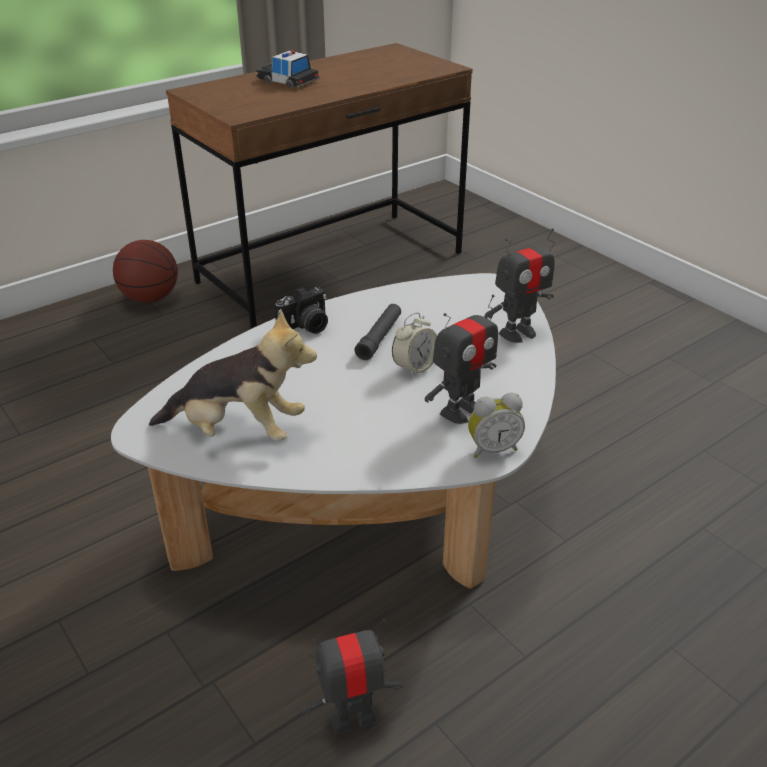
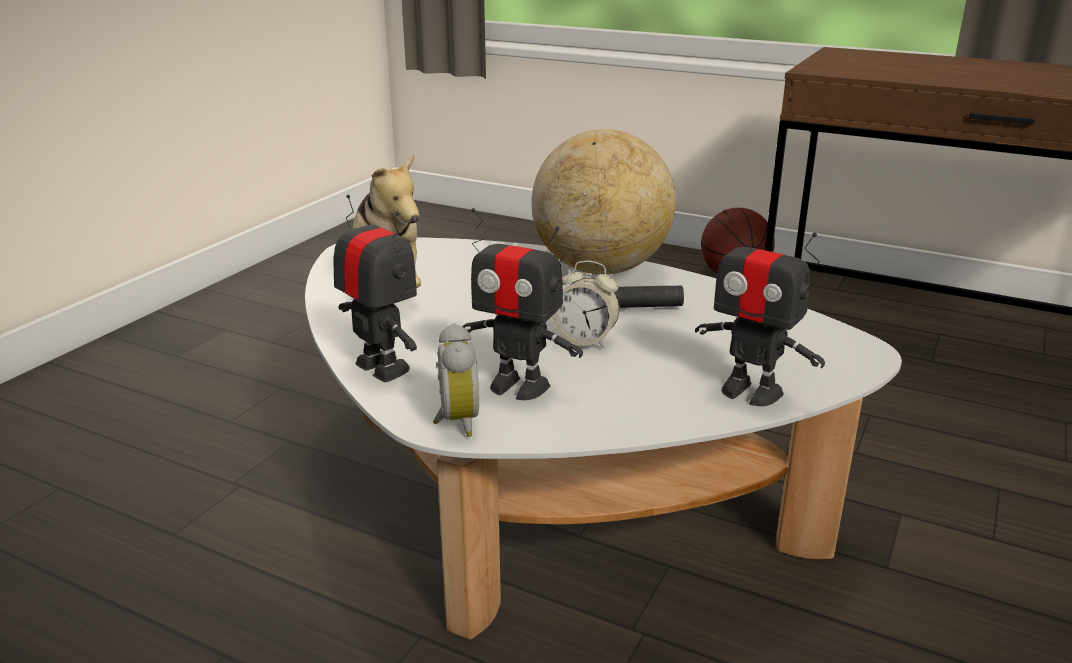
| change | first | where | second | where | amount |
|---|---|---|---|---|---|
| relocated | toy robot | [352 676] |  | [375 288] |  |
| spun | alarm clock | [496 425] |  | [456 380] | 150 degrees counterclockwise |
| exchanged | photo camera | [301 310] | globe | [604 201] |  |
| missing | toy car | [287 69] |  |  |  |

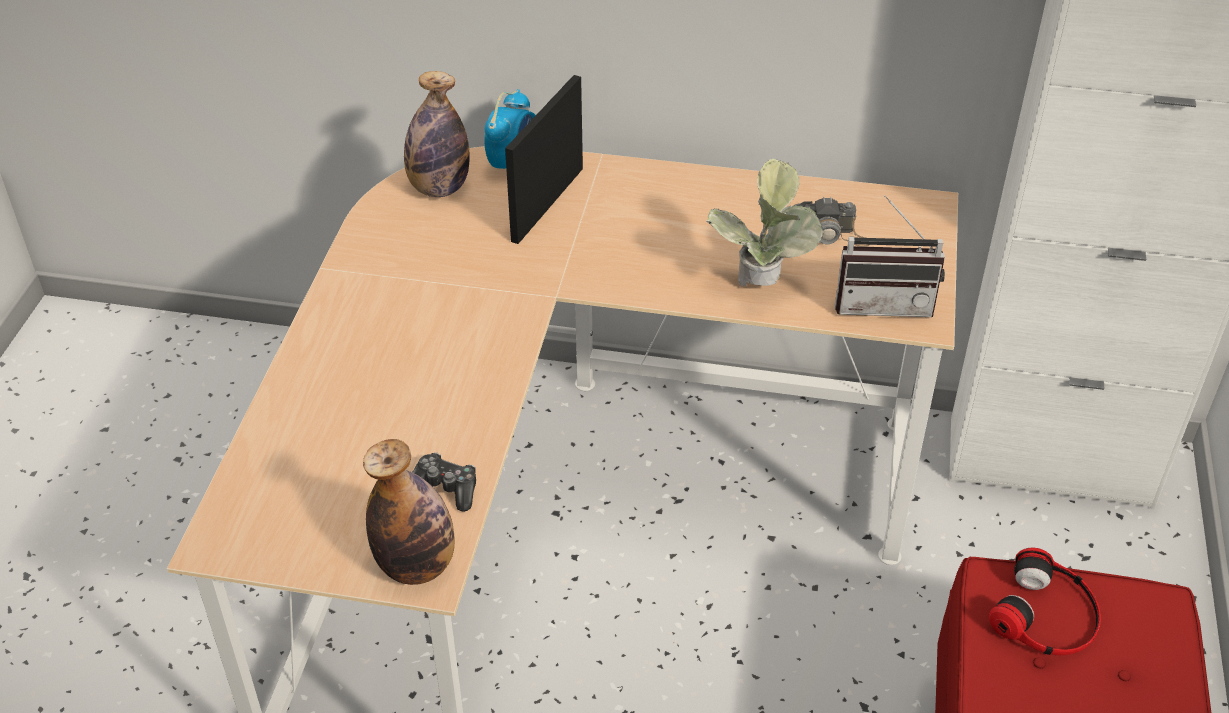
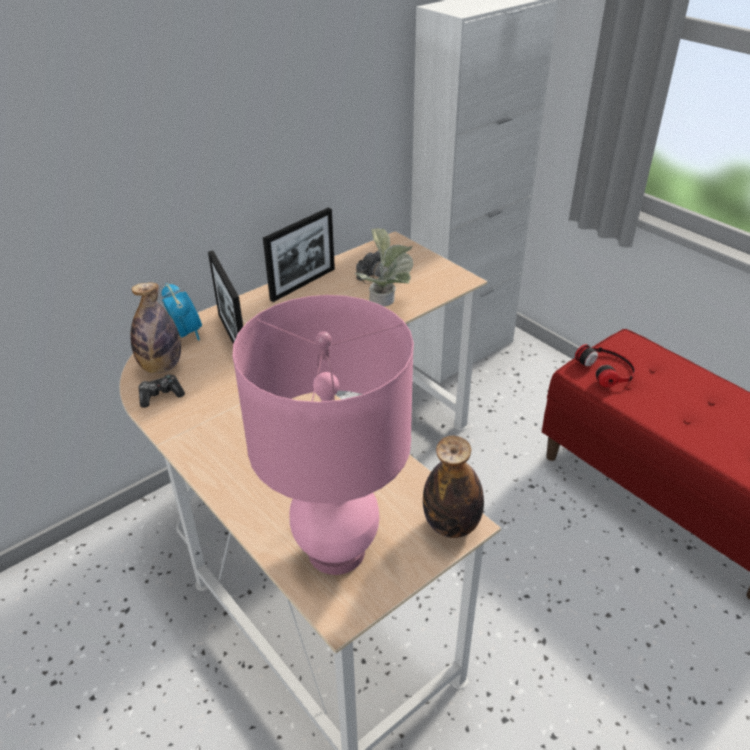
| change | first | where | second | where | amount |
|---|---|---|---|---|---|
| relocated | game controller | [444 482] |  | [161 391] |  |
| appeared |  |  | pink table lamp | [323 435] |  |
| appeared |  |  | picture frame | [299 255] |  |
| missing | radio | [890 256] |  |  |  |

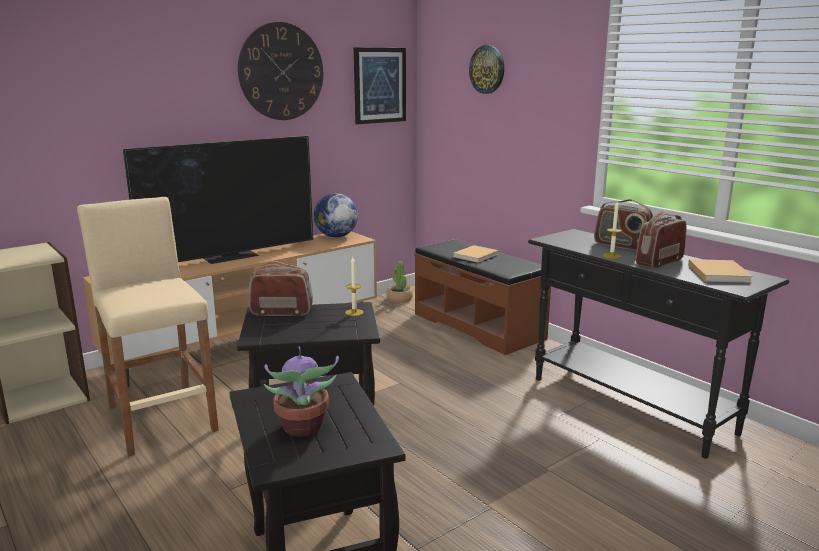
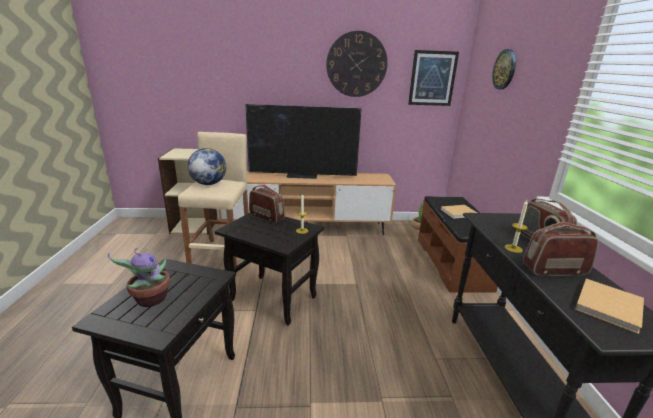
| change | first | where | second | where | amount |
|---|---|---|---|---|---|
| relocated | globe | [336 215] |  | [207 166] |  |

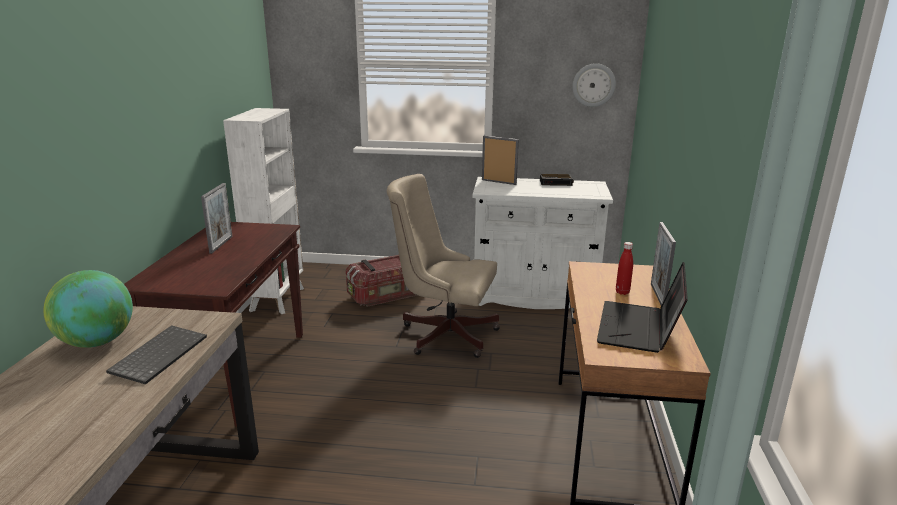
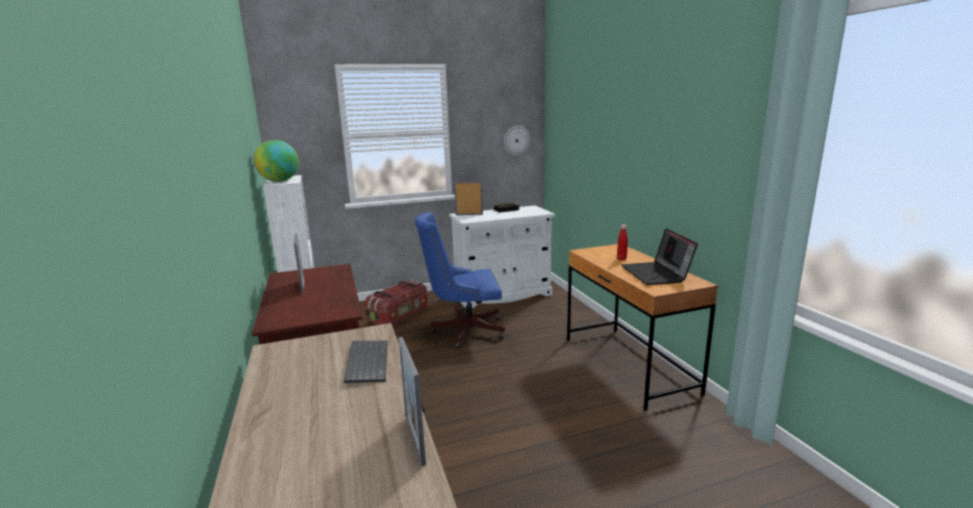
| change | first | where | second | where | amount |
|---|---|---|---|---|---|
| relocated | globe | [88 309] |  | [276 161] |  |
| relocated | picture frame | [663 264] |  | [412 401] |  |
| colour | beige office chair | [443 266] | blue office chair | [460 280] |  |

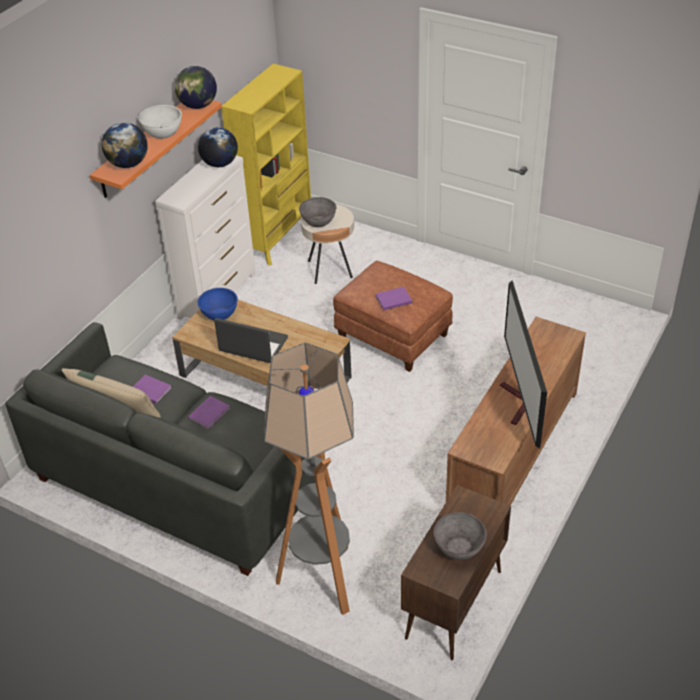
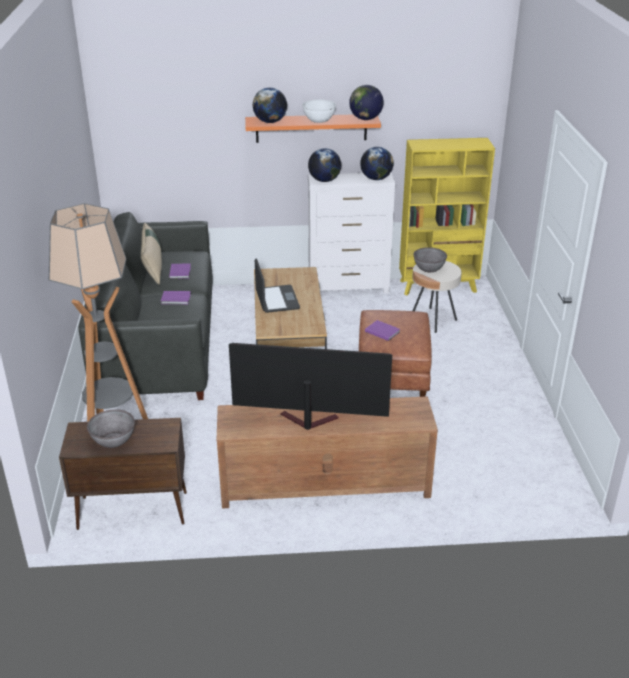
| change | first | where | second | where | amount |
|---|---|---|---|---|---|
| spun | television | [523 364] |  | [310 386] | 45 degrees clockwise |
| appeared |  |  | globe | [324 165] |  |
| missing | blue bowl | [217 304] |  |  |  |

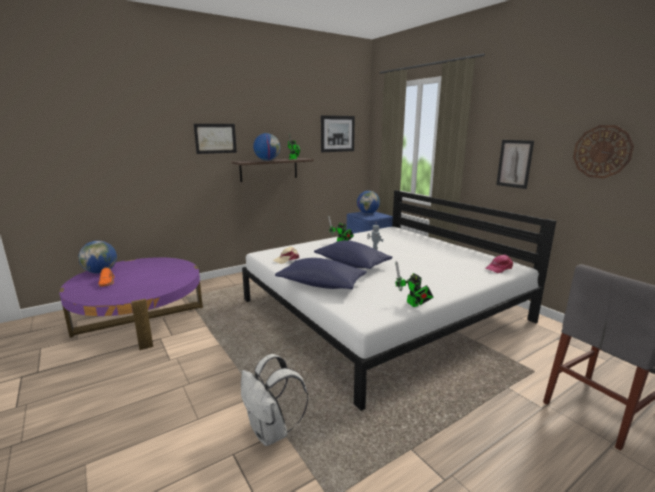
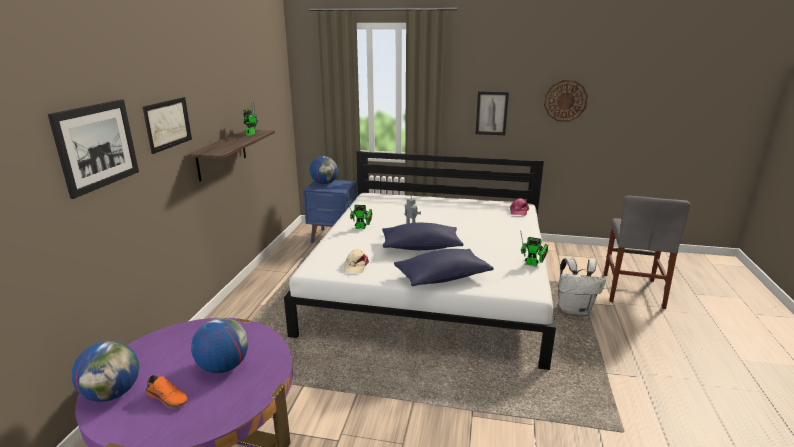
| change | first | where | second | where | amount |
|---|---|---|---|---|---|
| relocated | picture | [338 133] |  | [93 149] |  |
| relocated | globe | [266 147] |  | [219 345] |  |
| relocated | white backpack | [274 400] |  | [582 286] |  |

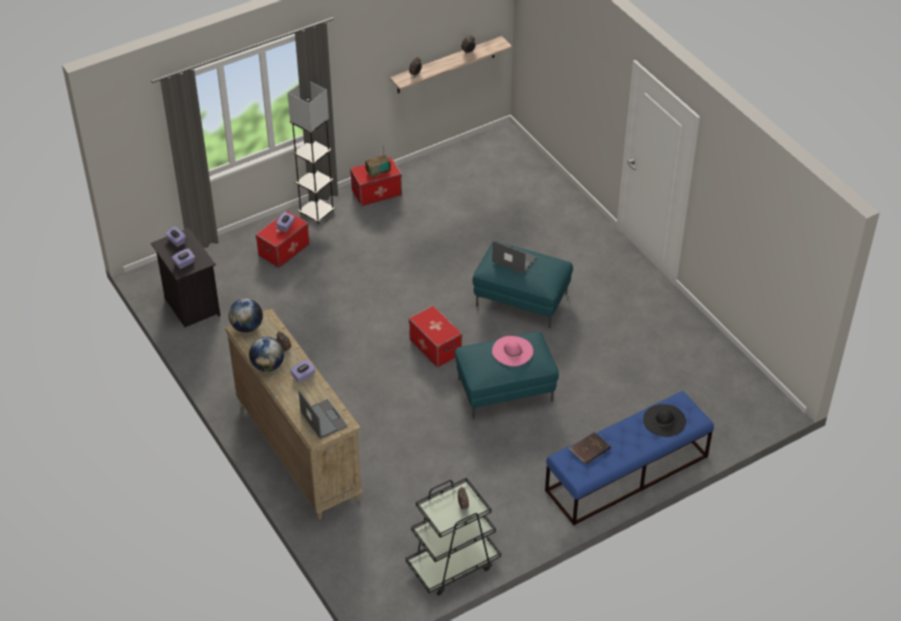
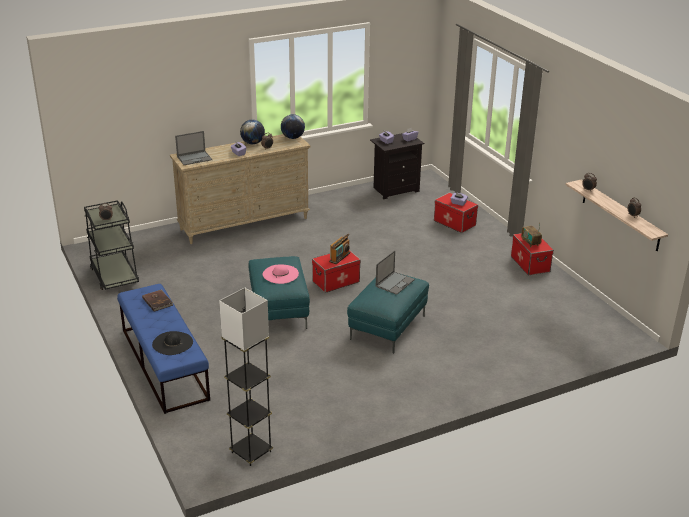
| change | first | where | second | where | amount |
|---|---|---|---|---|---|
| relocated | grey floor lamp | [311 152] |  | [246 376] |  |
| appeared |  |  | radio | [340 249] |  |

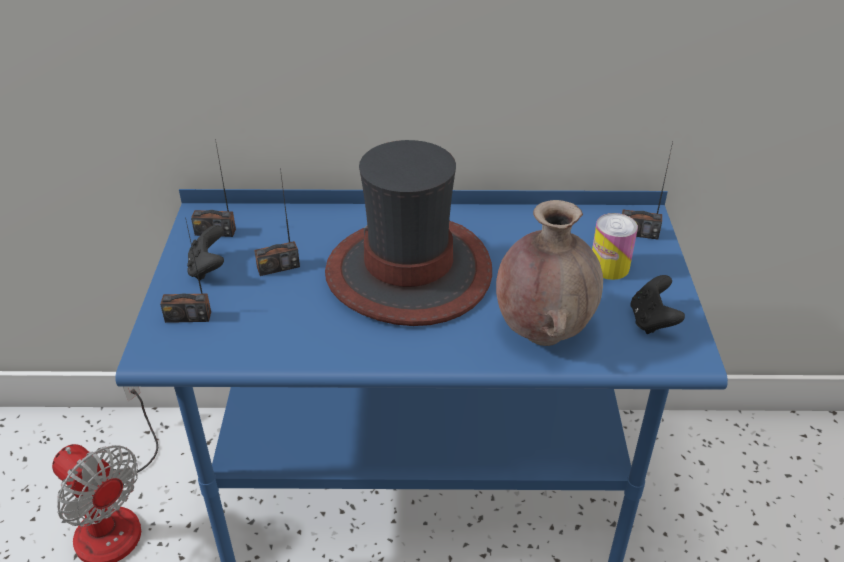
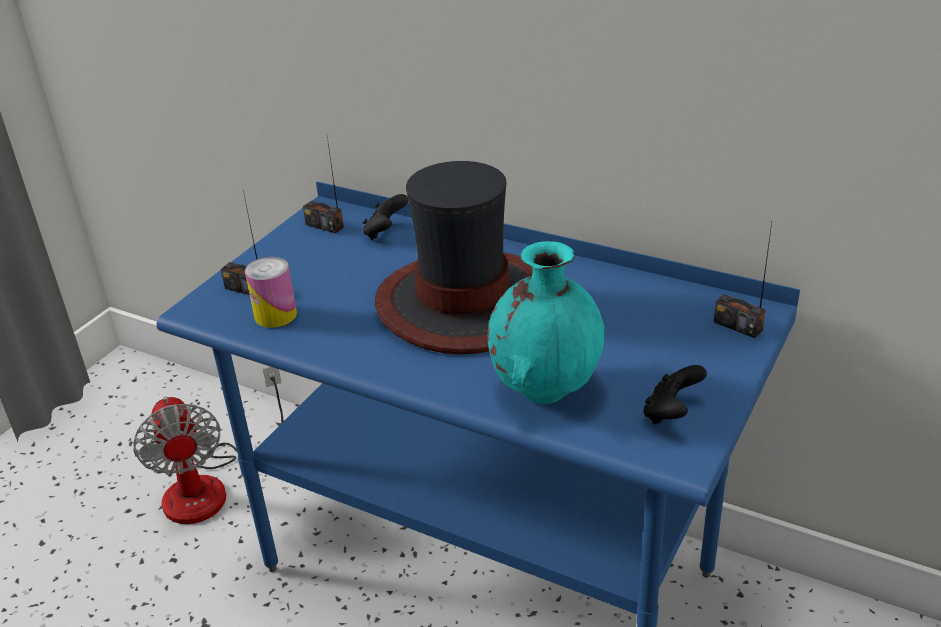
| change | first | where | second | where | amount |
|---|---|---|---|---|---|
| relocated | can | [615 246] |  | [271 292] |  |
| relocated | black game controller | [205 252] |  | [386 217] |  |
| colour | brown vase | [549 273] | turquoise vase | [546 322] |  |
| missing | radio | [277 222] |  |  |  |

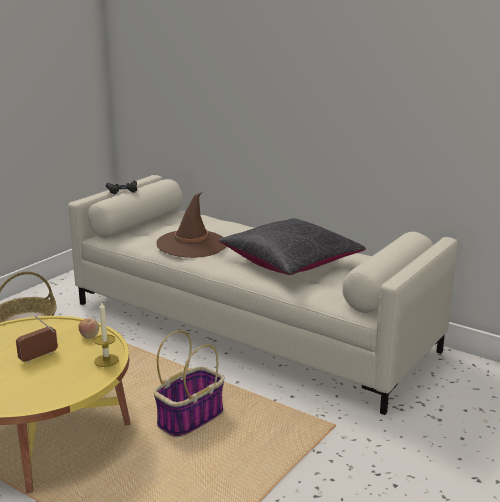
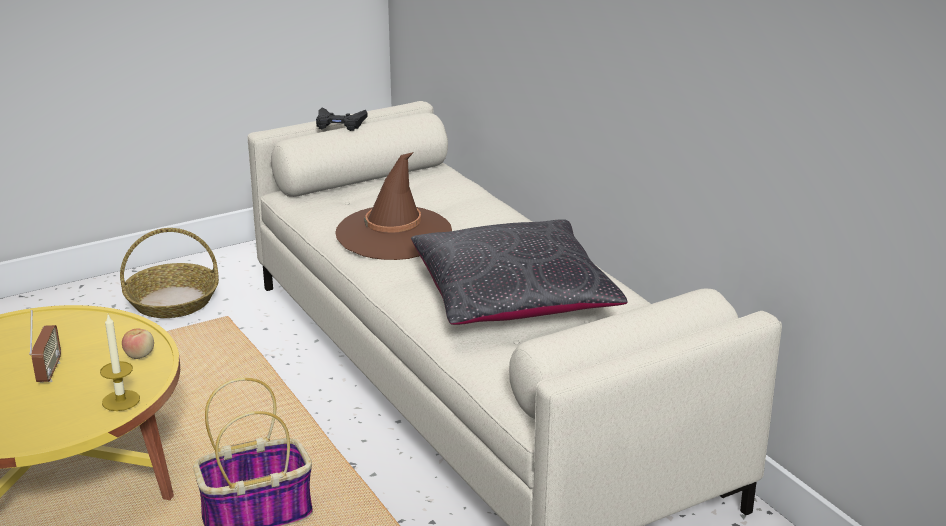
| change | first | where | second | where | amount |
|---|---|---|---|---|---|
| spun | radio | [37 339] |  | [45 346] | 105 degrees clockwise |

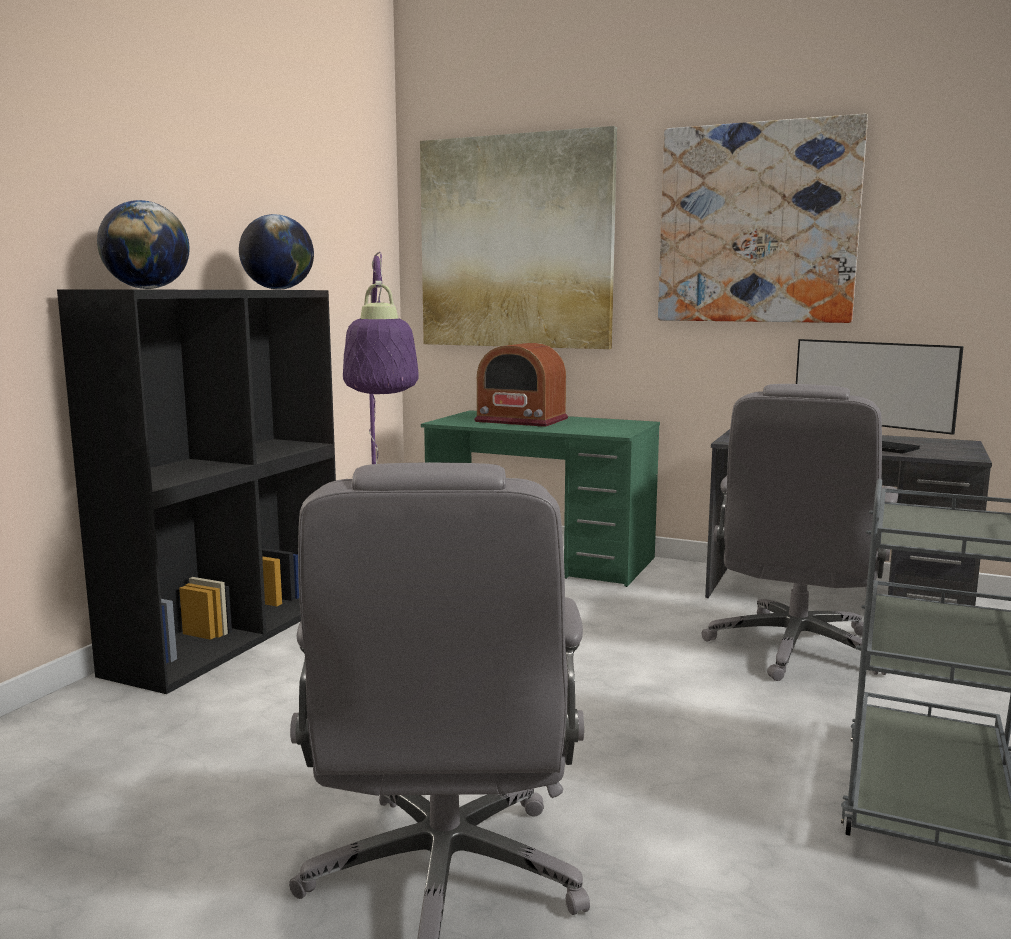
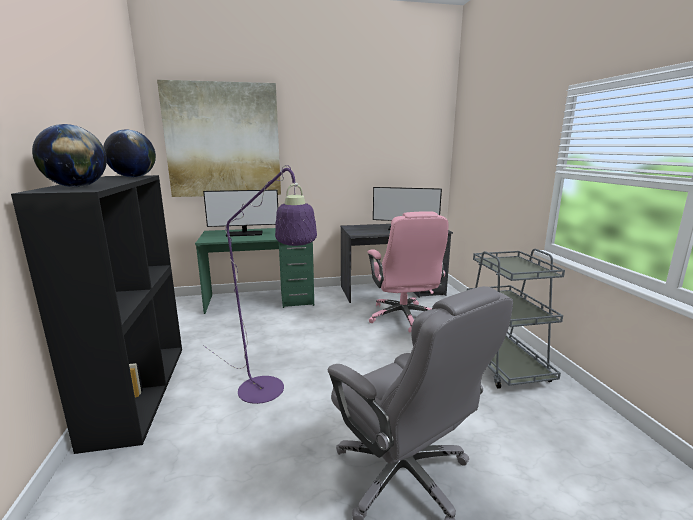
| change | first | where | second | where | amount |
|---|---|---|---|---|---|
| exchanged | radio | [521 385] | monitor | [240 213] |  |
| colour | grey office chair | [799 532] | pink office chair | [408 271] |  |
| missing | picture | [763 218] |  |  |  |

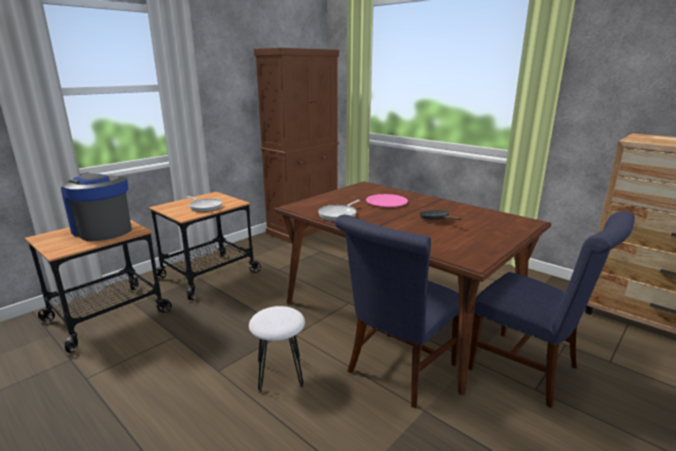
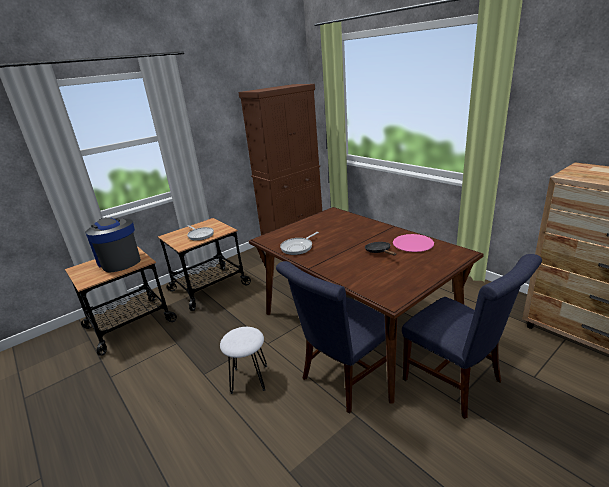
| change | first | where | second | where | amount |
|---|---|---|---|---|---|
| relocated | pink plate | [387 200] |  | [413 243] |  |

